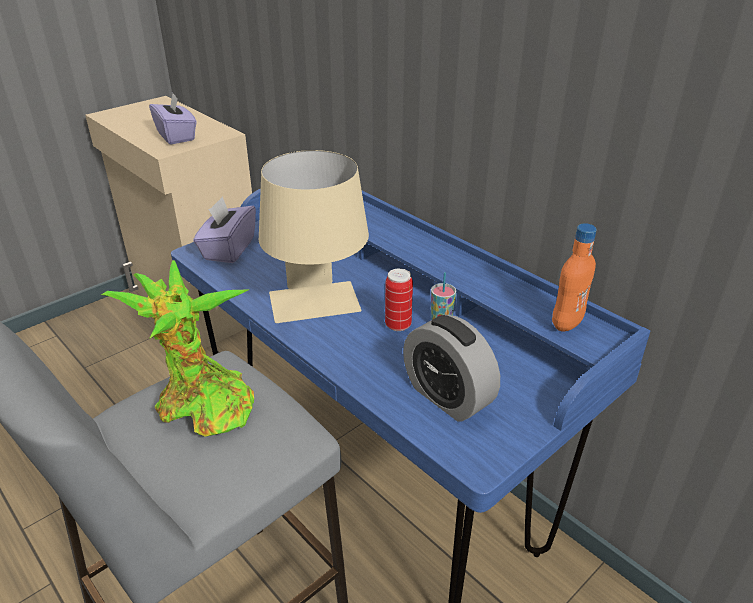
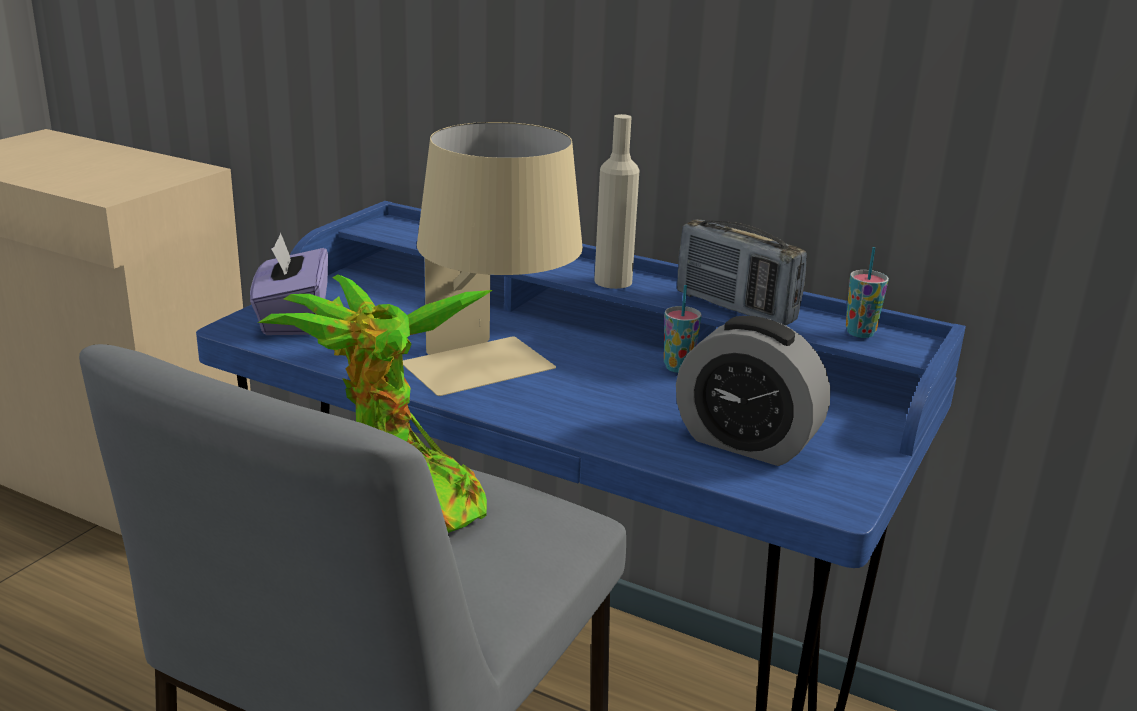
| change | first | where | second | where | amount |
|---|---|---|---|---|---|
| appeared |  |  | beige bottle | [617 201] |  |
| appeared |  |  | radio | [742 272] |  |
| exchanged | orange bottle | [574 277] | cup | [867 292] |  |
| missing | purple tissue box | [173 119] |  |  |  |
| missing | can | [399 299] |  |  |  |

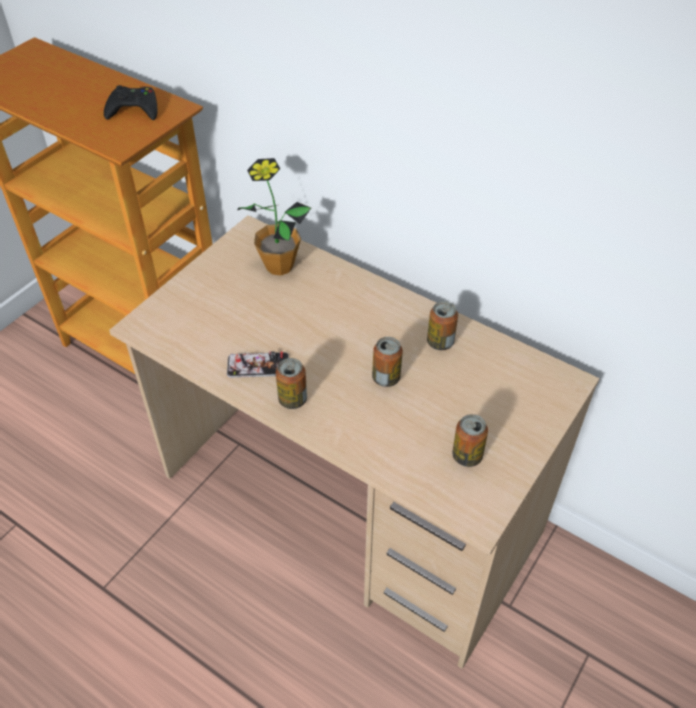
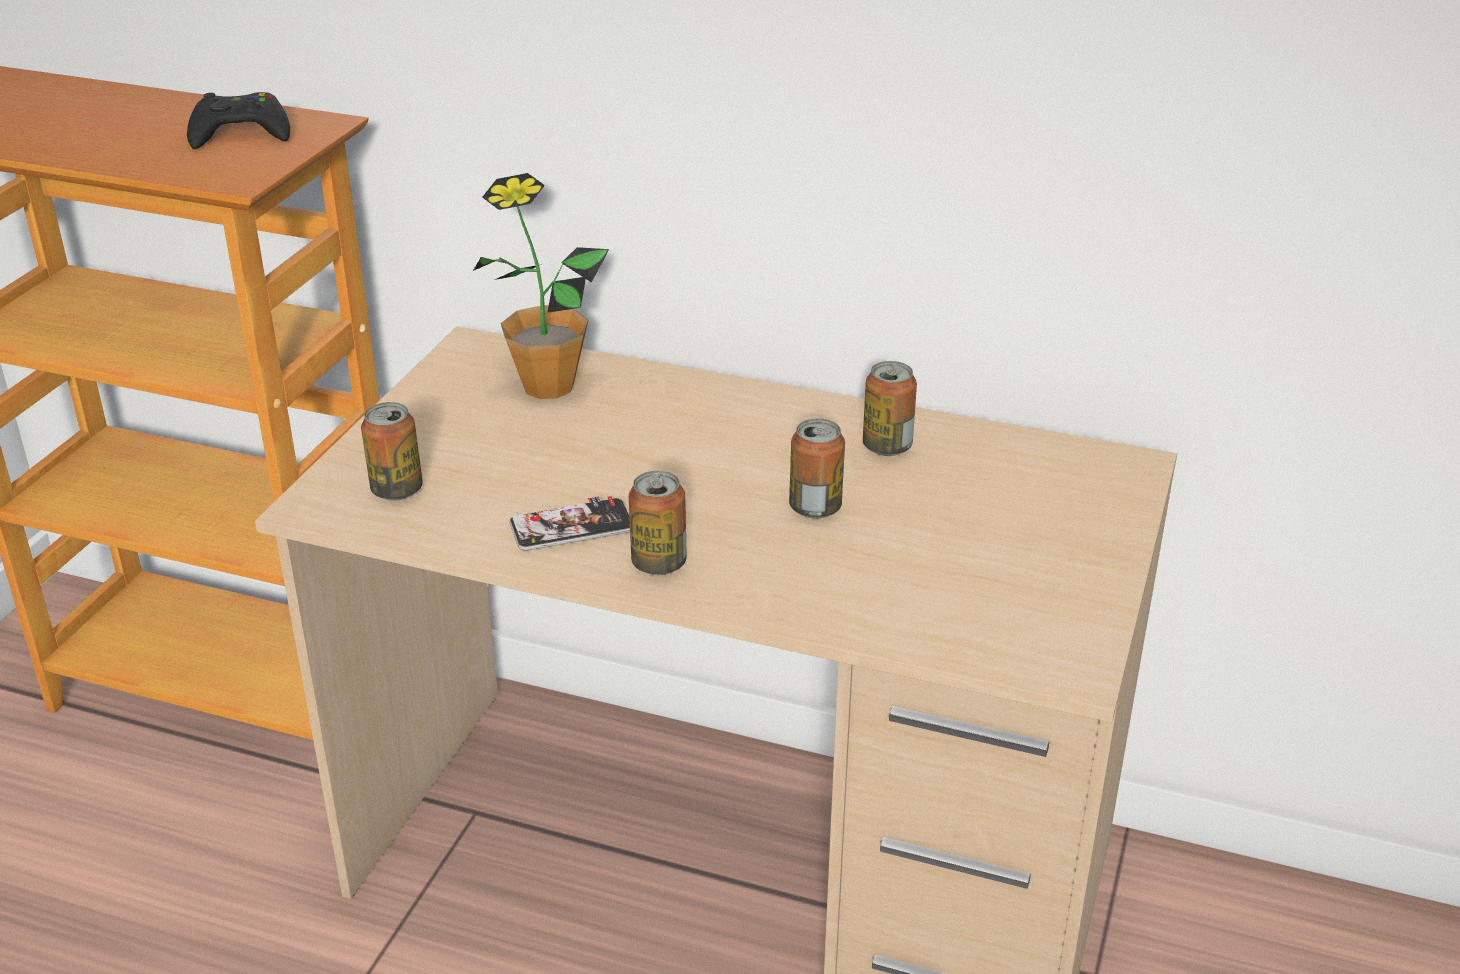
| change | first | where | second | where | amount |
|---|---|---|---|---|---|
| relocated | can | [470 440] |  | [392 451] |  |

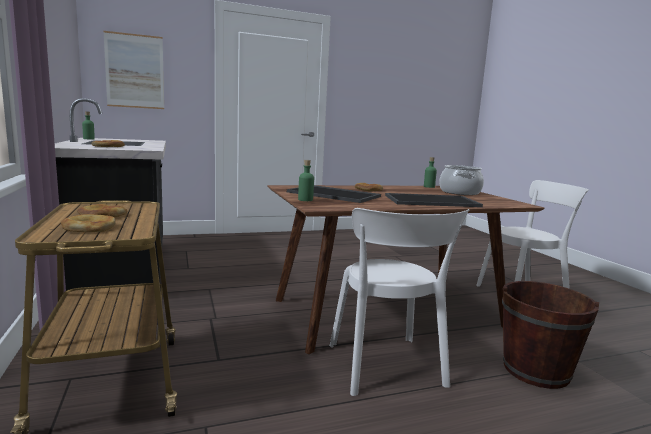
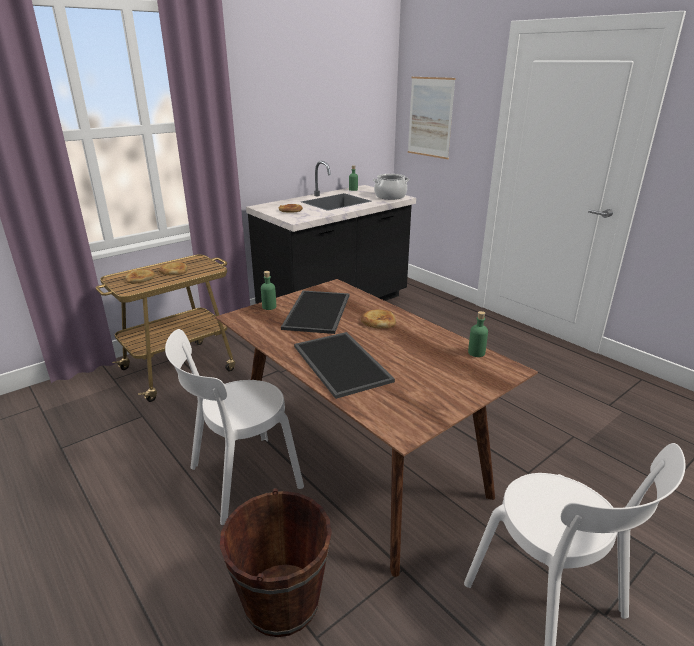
| change | first | where | second | where | amount |
|---|---|---|---|---|---|
| relocated | cooking pot | [461 180] |  | [391 187] |  |

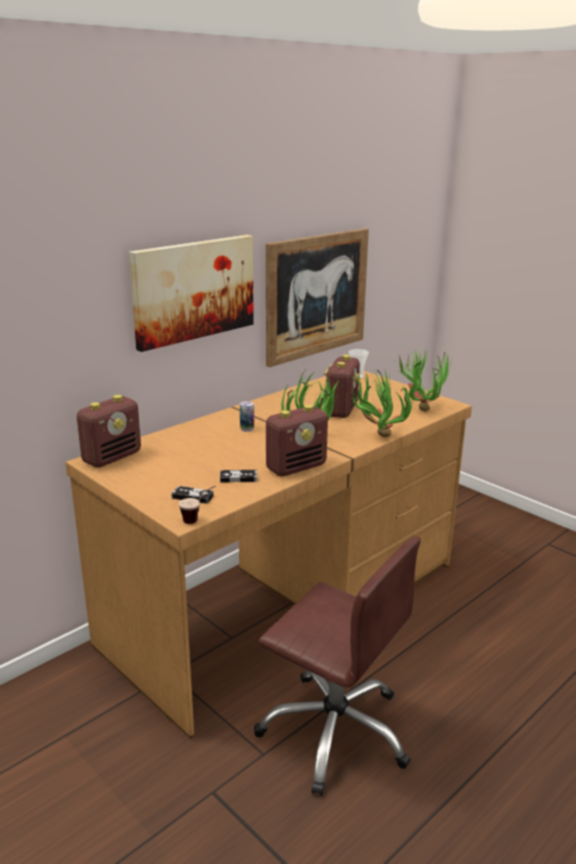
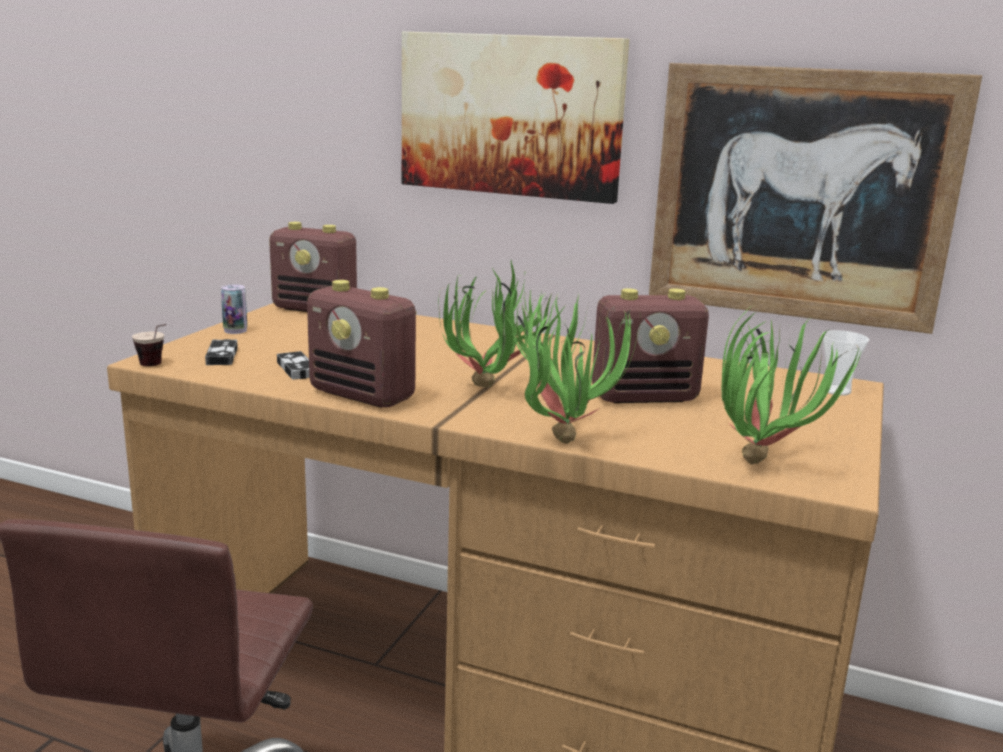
| change | first | where | second | where | amount |
|---|---|---|---|---|---|
| relocated | can | [247 416] |  | [234 309] |  |

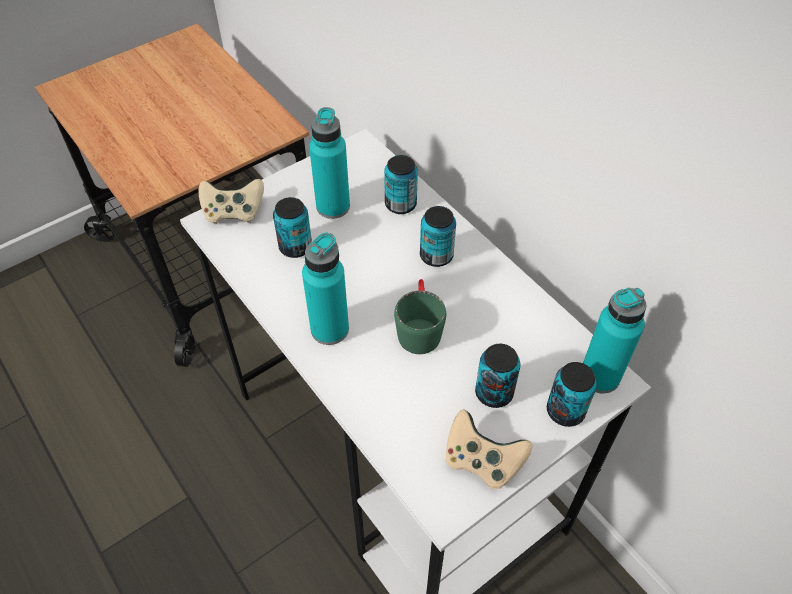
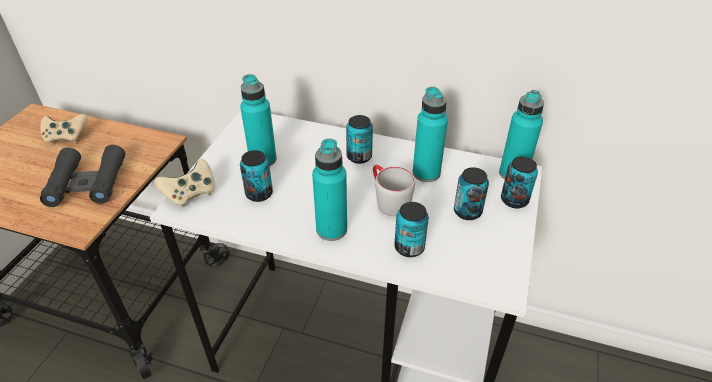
| change | first | where | second | where | amount |
|---|---|---|---|---|---|
| relocated | beige game controller | [489 449] |  | [64 129] |  |
| appeared |  |  | black binoculars | [82 176] |  |
| colour | green mug | [420 316] | grey mug | [394 190] |  |
| relocated | can | [401 184] |  | [411 229] |  |
| appeared |  |  | turquoise bottle | [430 134] |  |

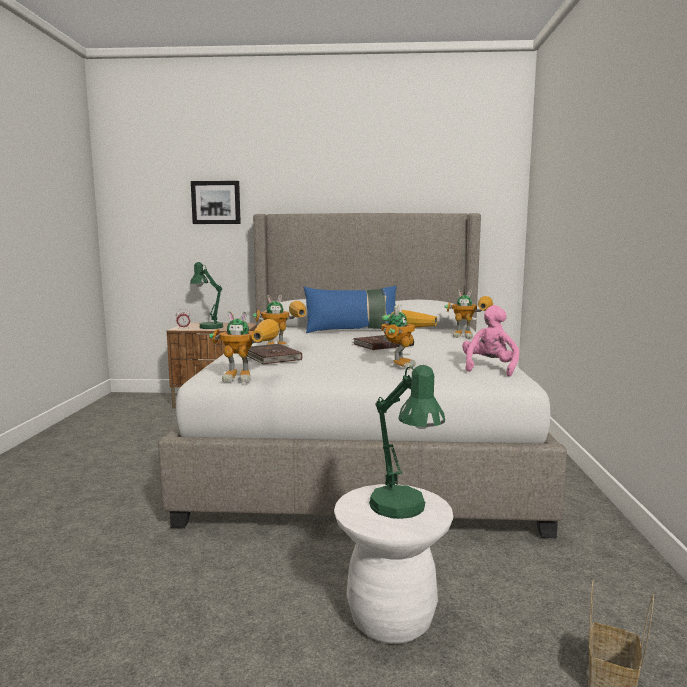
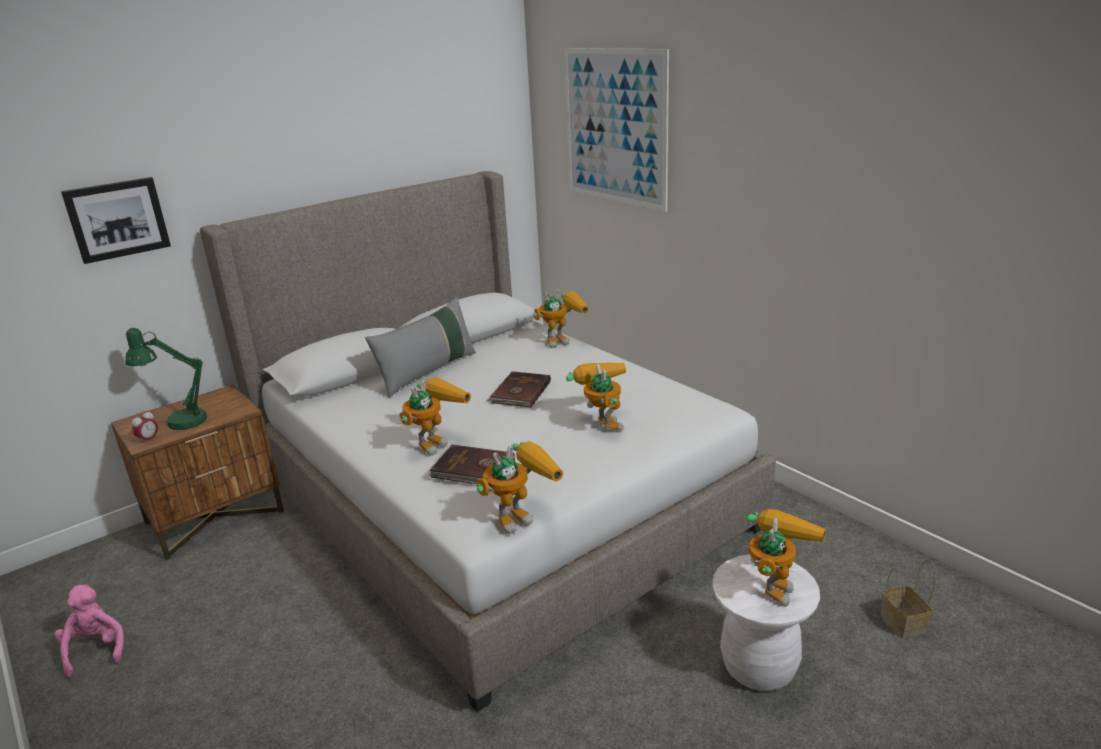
| change | first | where | second | where | amount |
|---|---|---|---|---|---|
| relocated | pink plush toy | [490 341] |  | [89 630] |  |
| colour | blue pillow | [350 309] | grey pillow | [420 347] |  |
| appeared |  |  | picture | [616 130] |  |
| exchanged | green table lamp | [407 442] | toy robot | [786 558] |  |

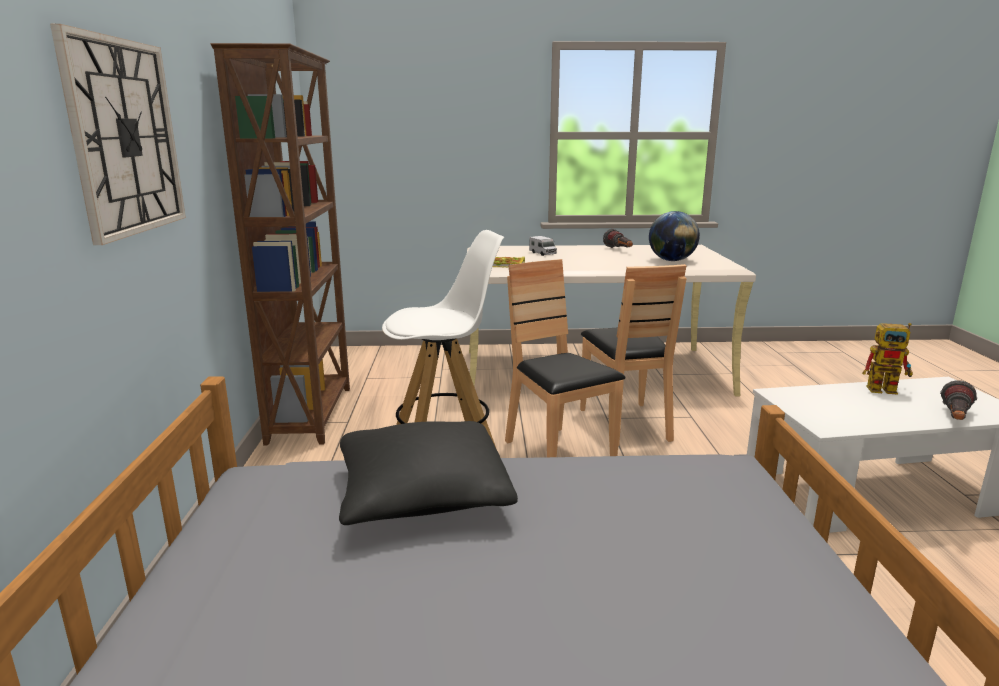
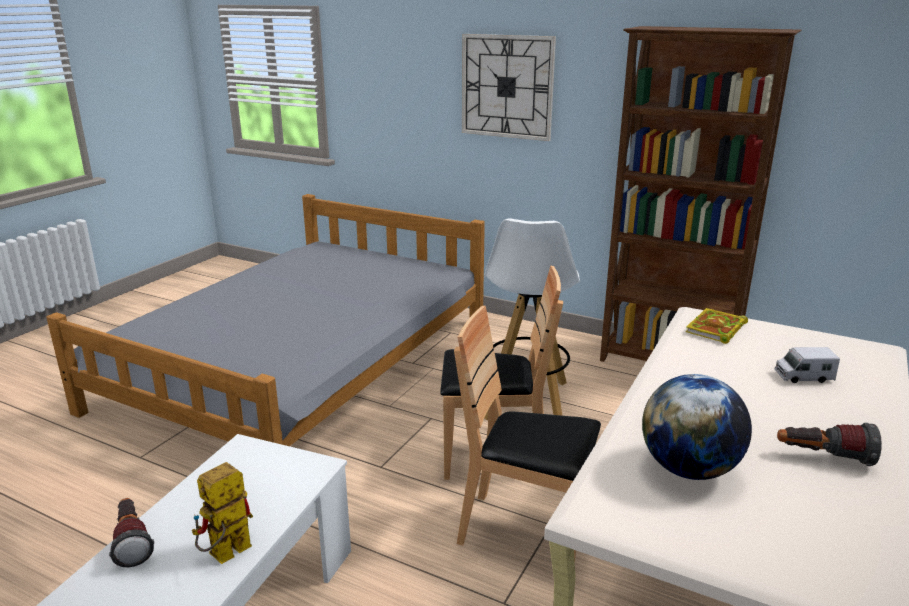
| change | first | where | second | where | amount |
|---|---|---|---|---|---|
| missing | black pillow | [428 473] |  |  |  |

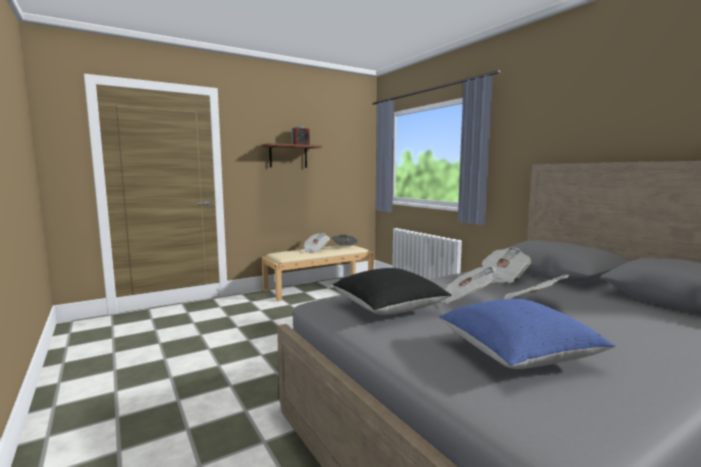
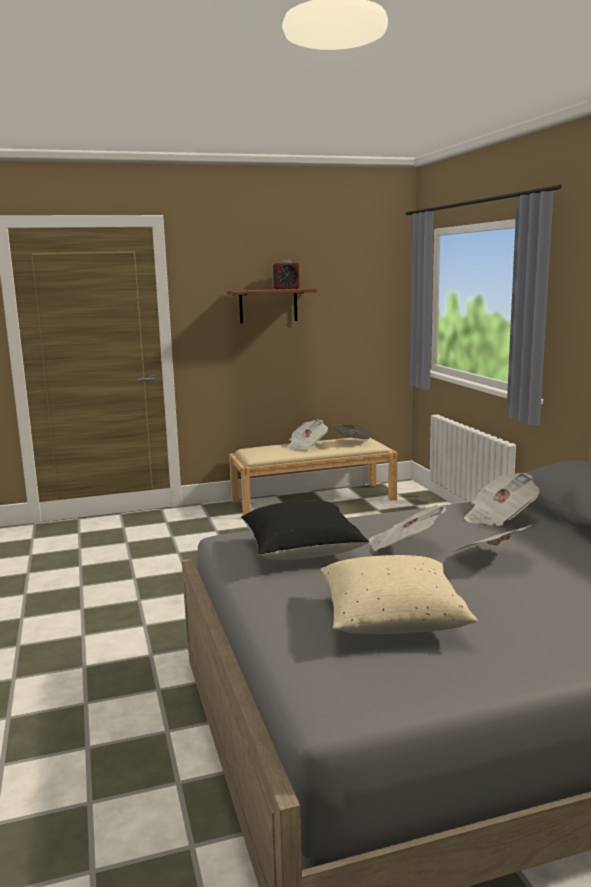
| change | first | where | second | where | amount |
|---|---|---|---|---|---|
| colour | blue pillow | [527 334] | beige pillow | [399 594] |  |

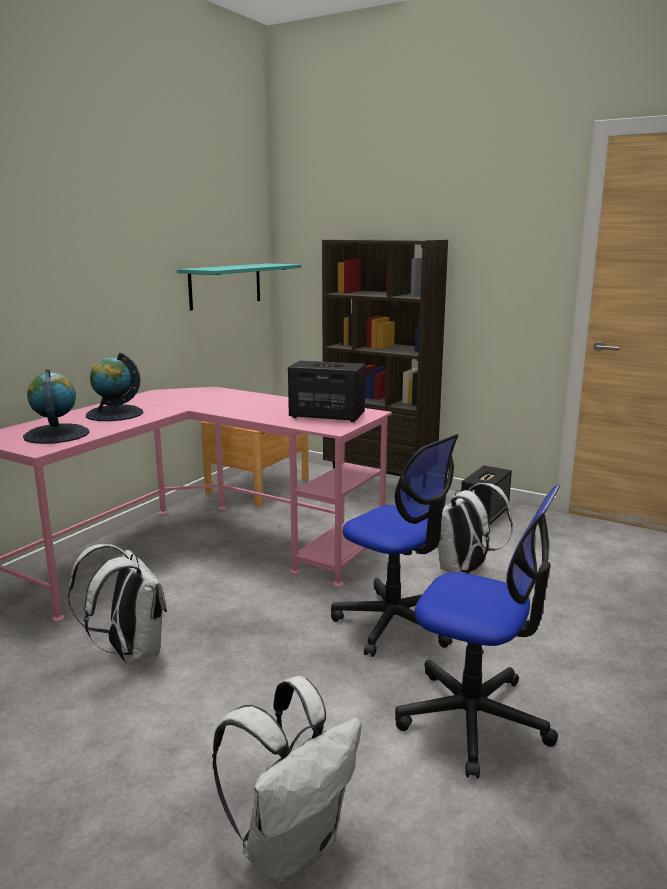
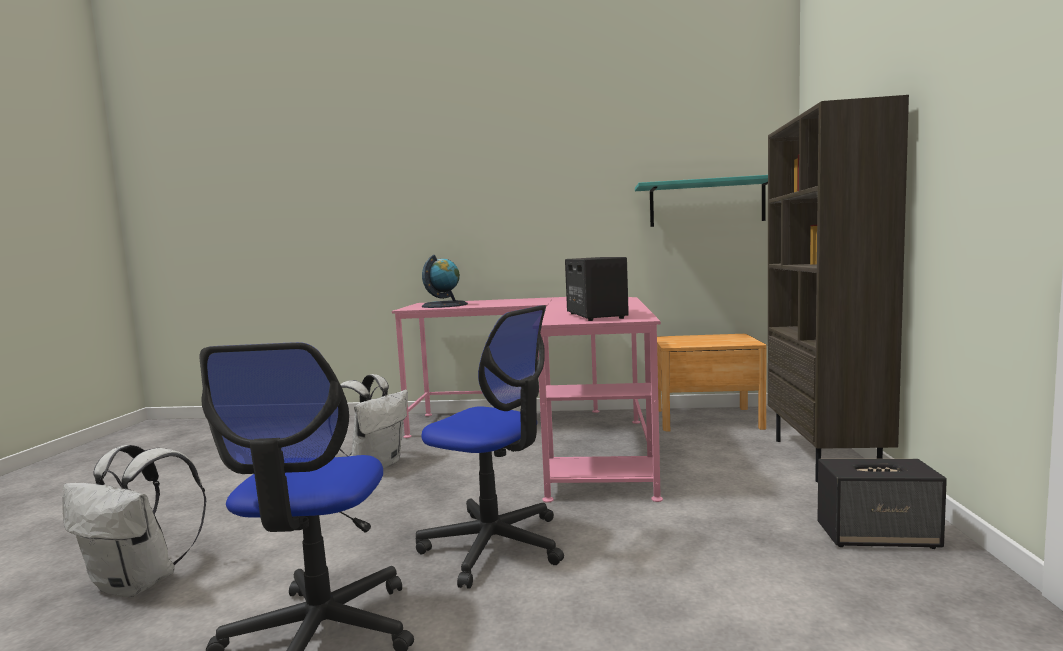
| change | first | where | second | where | amount |
|---|---|---|---|---|---|
| spun | office chair | [395 545] |  | [490 447] | 75 degrees counterclockwise |
| missing | globe | [114 387] |  |  |  |
| missing | white backpack | [475 528] |  |  |  |

